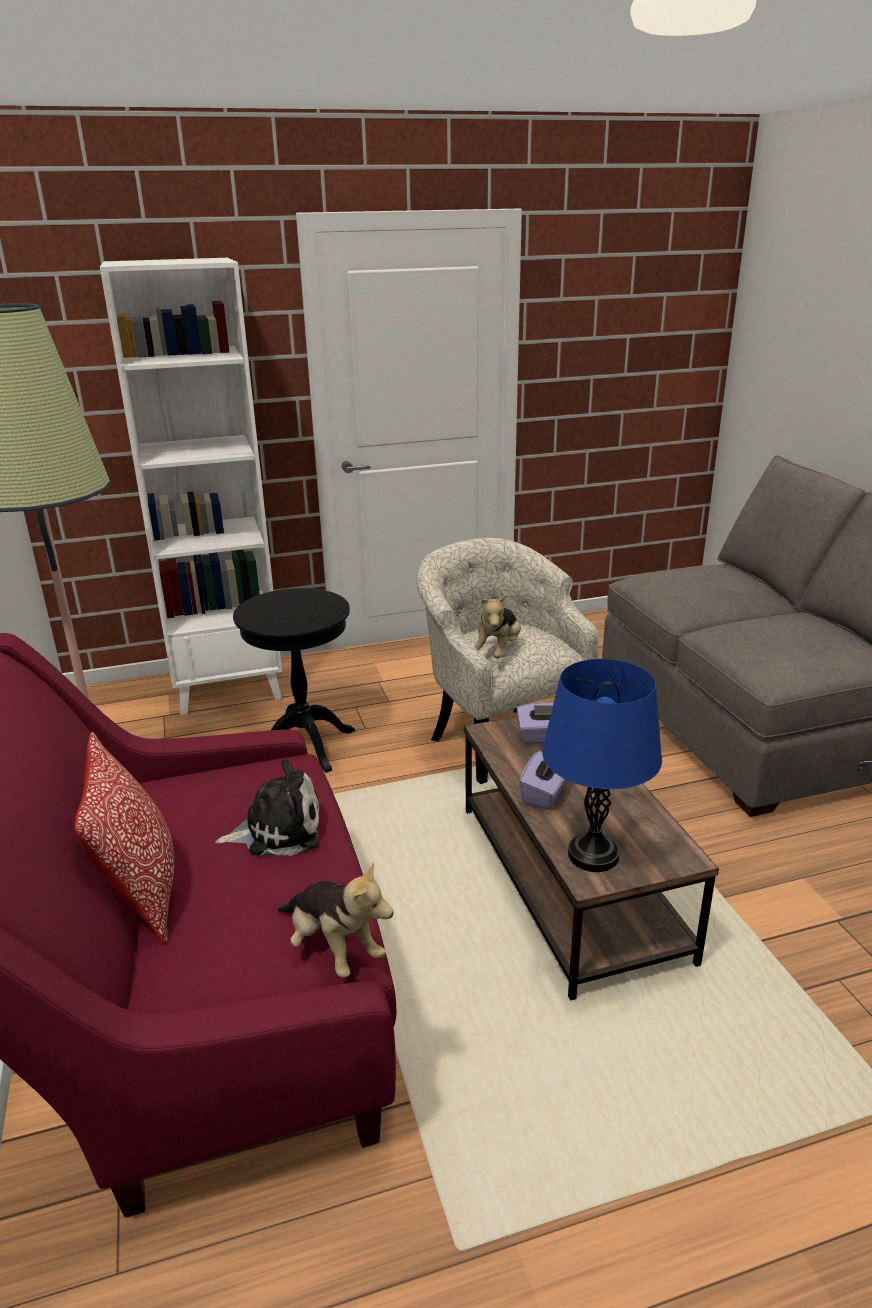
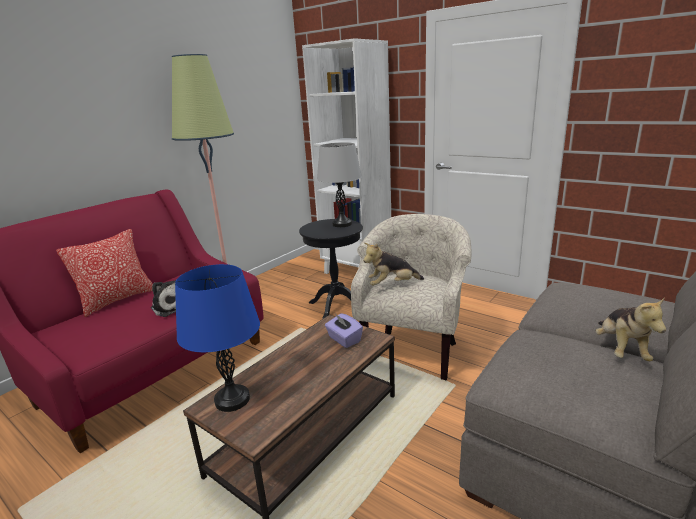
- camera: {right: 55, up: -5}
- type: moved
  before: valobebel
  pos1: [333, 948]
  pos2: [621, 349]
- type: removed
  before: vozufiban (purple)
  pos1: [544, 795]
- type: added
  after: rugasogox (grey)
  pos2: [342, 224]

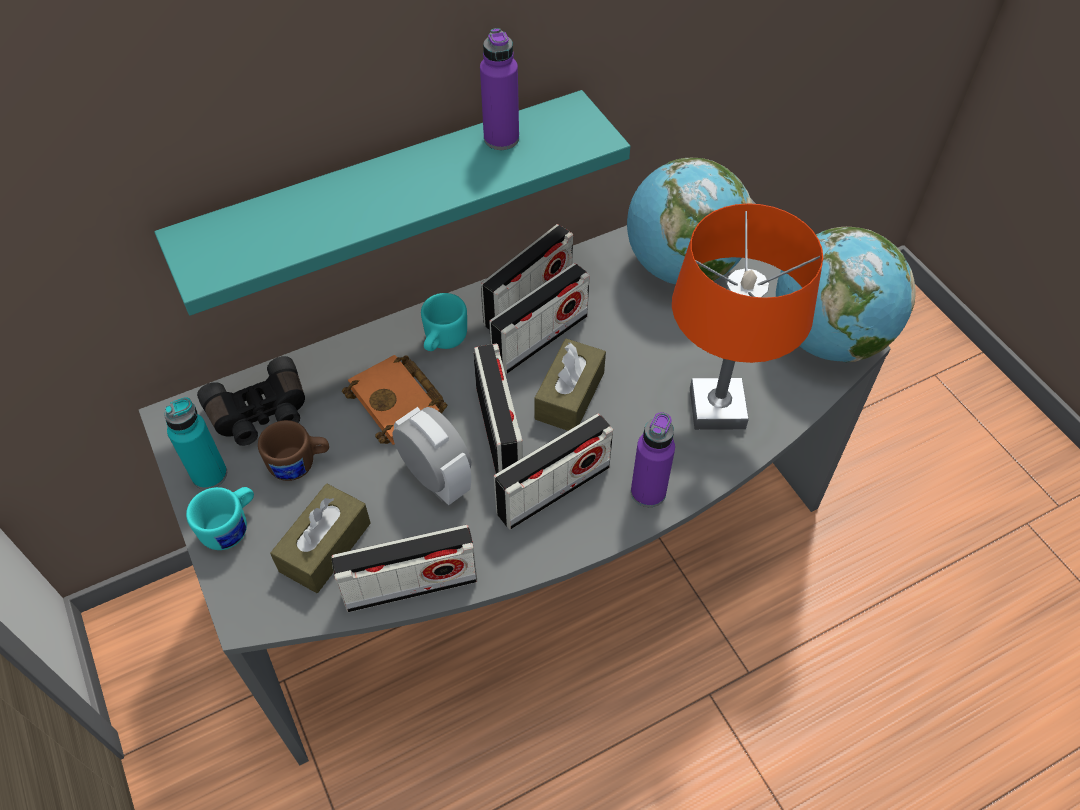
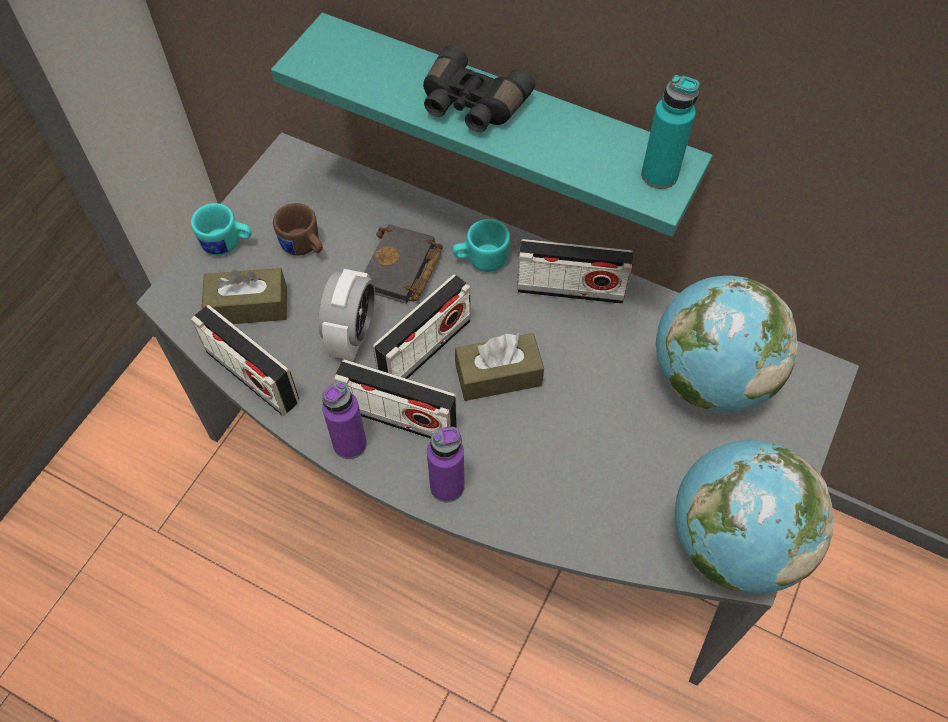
- camera: {right: 55, up: 5}
- type: moved
  before: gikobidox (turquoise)
  pos1: [209, 475]
  pos2: [659, 175]
- type: moved
  before: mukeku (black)
  pos1: [260, 414]
  pos2: [471, 105]
- type: recoloured
  before: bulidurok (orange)
  after: bulidurok (black)
  pos1: [400, 404]
  pos2: [401, 271]
- type: moved
  before: gikobidox (purple)
  pos1: [501, 139]
  pos2: [350, 444]
- type: removed
  before: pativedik
  pos1: [540, 339]
- type: removed
  before: rugasogox (orange)
  pos1: [717, 409]

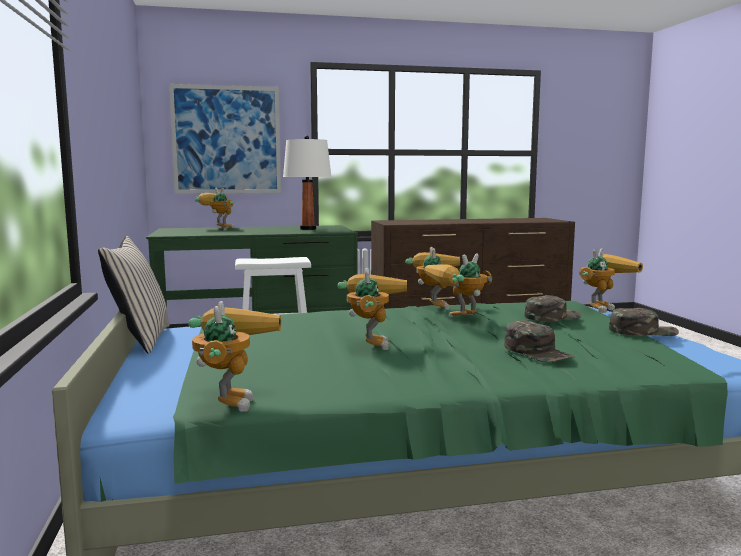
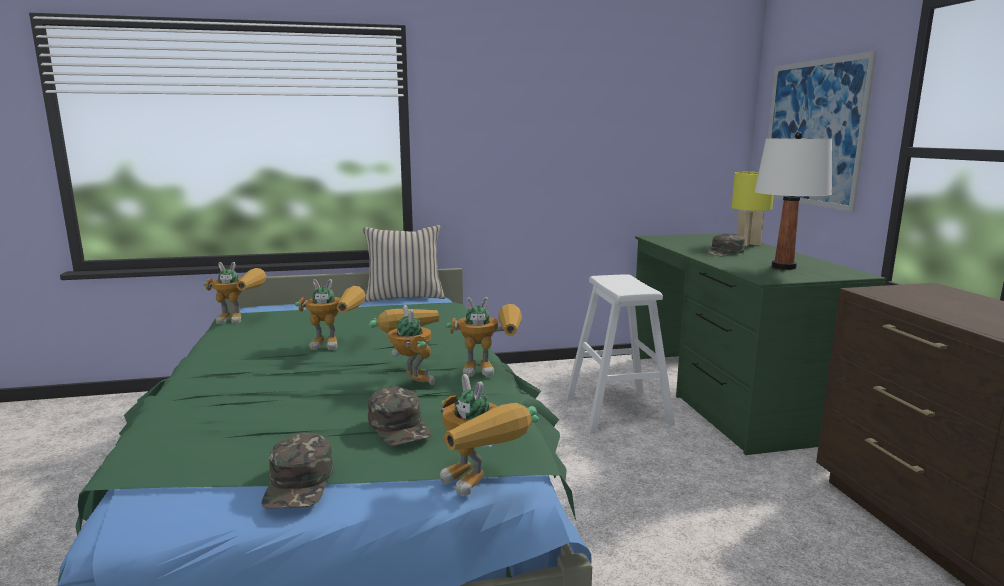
- camera: {right: 90, up: 5}
- type: replaced
  before: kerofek
  after: rugasogox (yellow)
  pos1: [217, 228]
  pos2: [748, 244]
- type: moved
  before: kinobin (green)
  pos1: [537, 352]
  pos2: [723, 252]

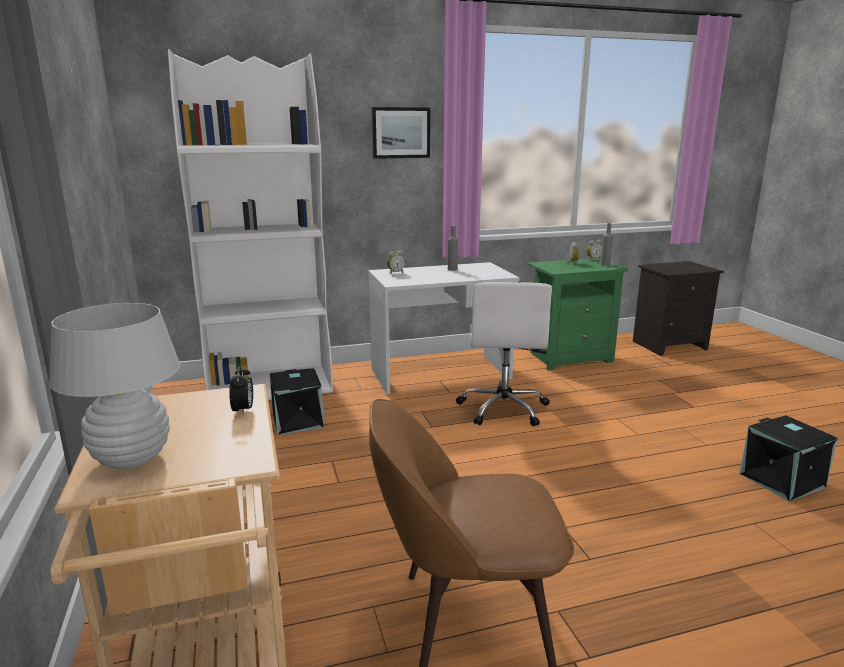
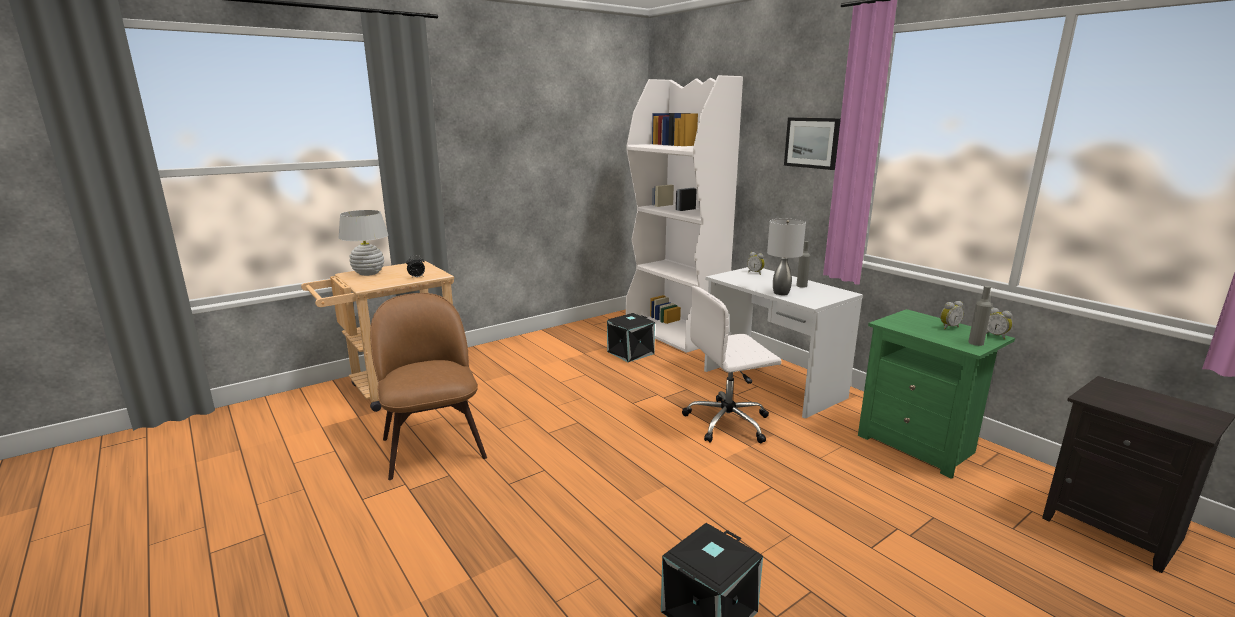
- camera: {right: 70, up: 0}
- type: added
  after: rugasogox (grey)
  pos2: [781, 293]

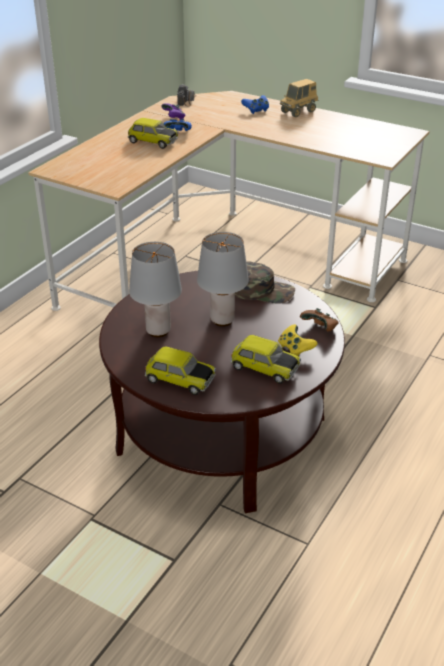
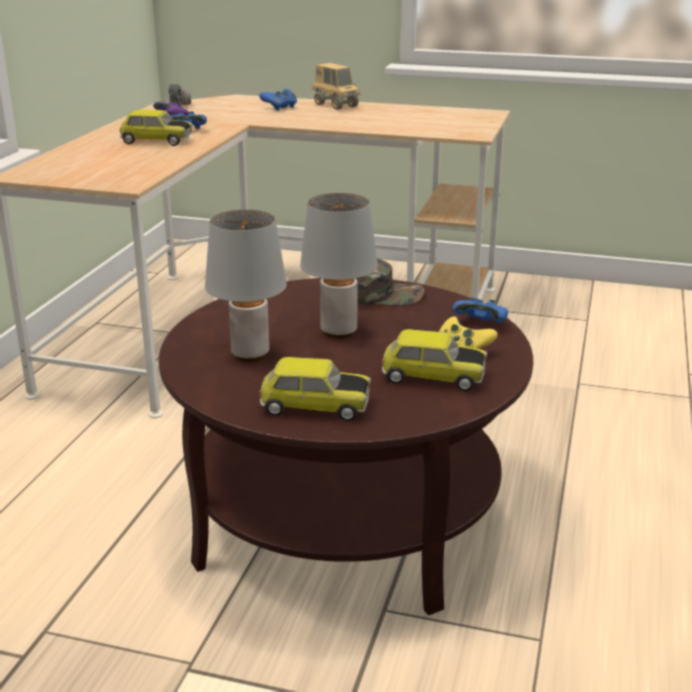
- camera: {right: -15, up: -10}
- type: turned
  before: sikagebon
  pos1: [298, 112]
  pos2: [335, 105]
  turn: -75
- type: recoloured
  before: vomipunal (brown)
  after: vomipunal (blue)
  pos1: [320, 328]
  pos2: [482, 324]

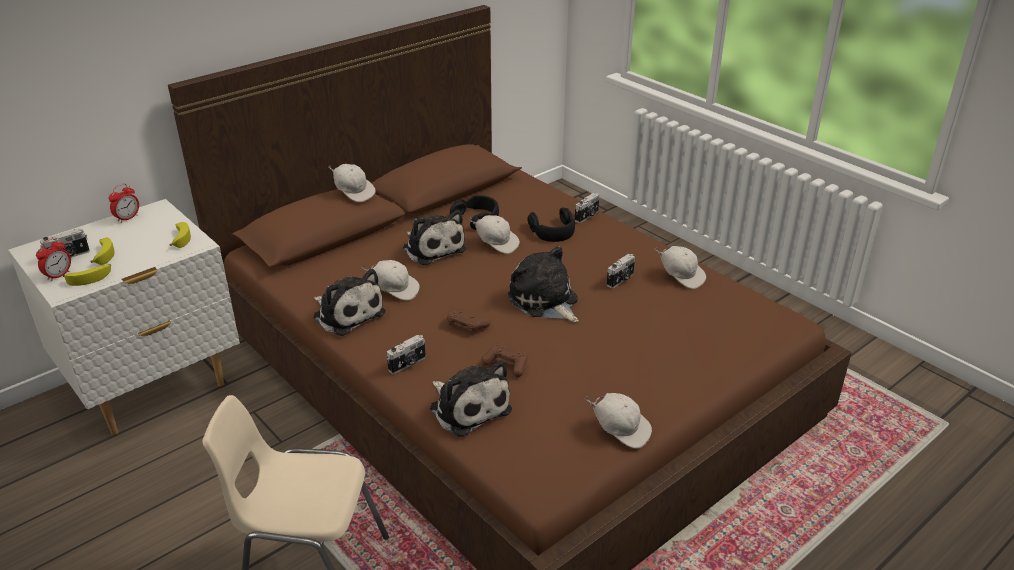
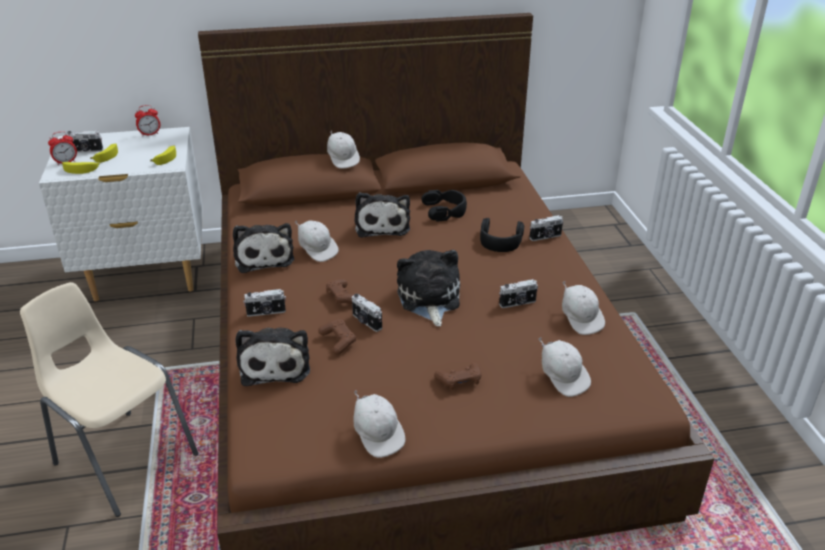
- camera: {right: 30, up: 0}
- type: moved
  before: kinobin (white)
  pos1: [496, 243]
  pos2: [562, 377]
- type: added
  after: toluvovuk
  pos2: [366, 322]
- type: added
  after: vomipunal (brown)
  pos2: [459, 381]

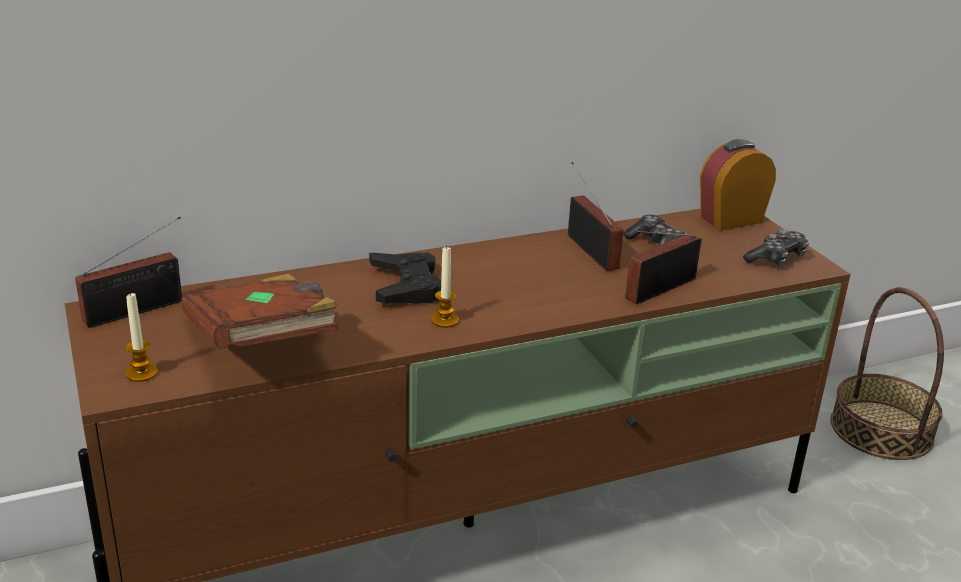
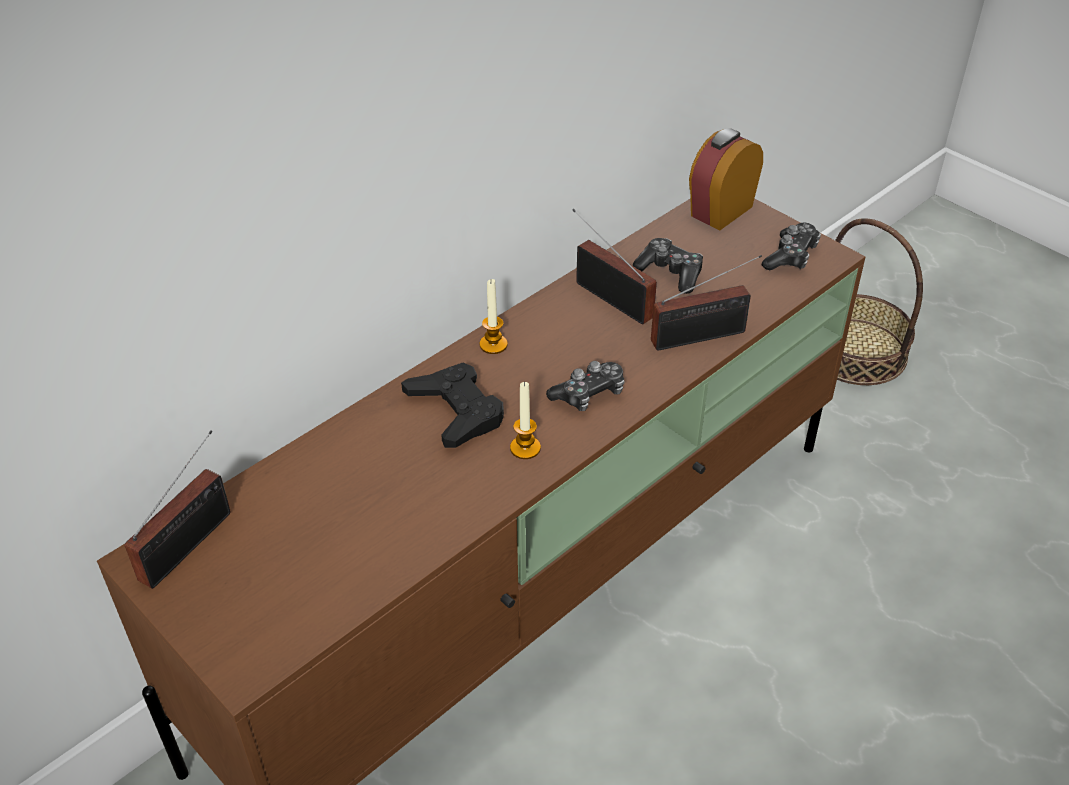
- camera: {right: -20, up: 15}
- type: moved
  before: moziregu
  pos1: [141, 373]
  pos2: [493, 345]
- type: removed
  before: bulidurok (brown)
  pos1: [263, 343]
- type: turned
  before: pativedik
  pos1: [656, 290]
  pos2: [703, 336]
  turn: -135
- type: added
  after: vomipunal
  pos2: [589, 394]

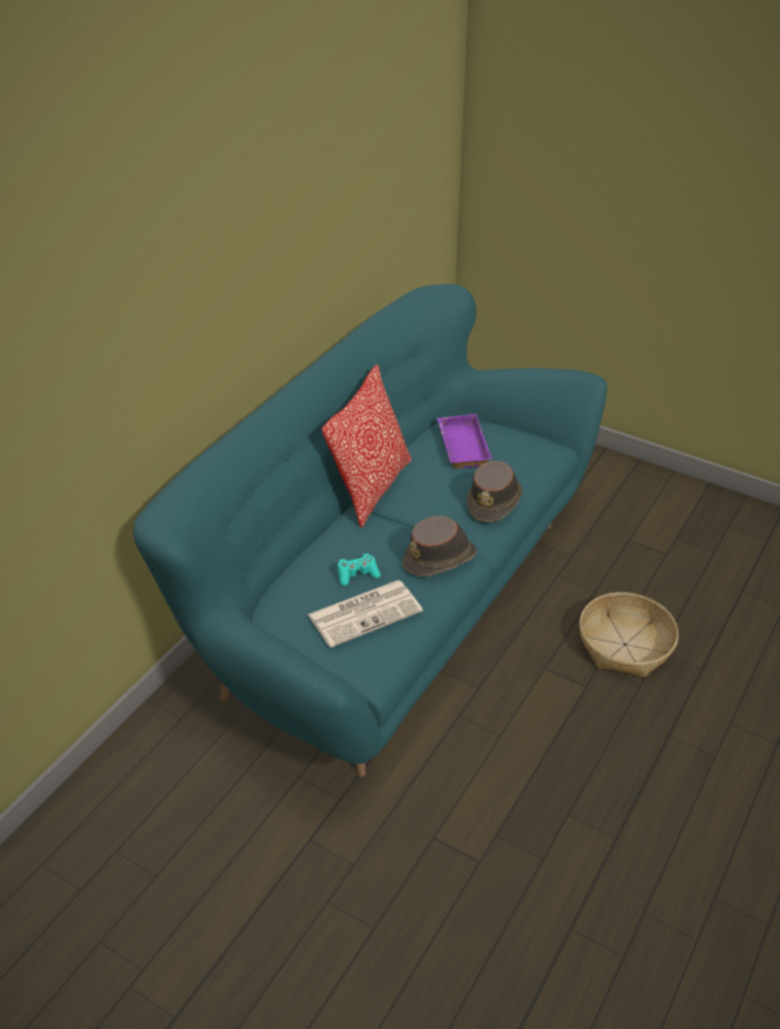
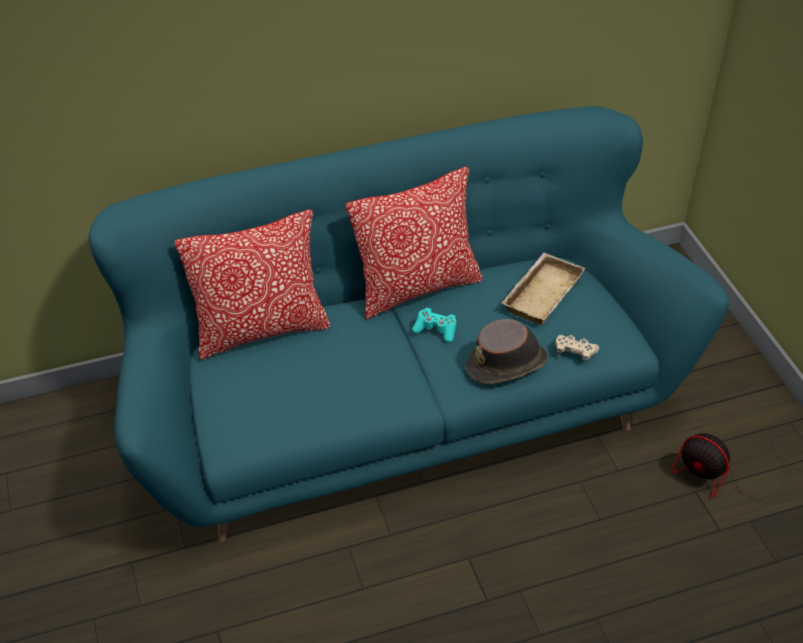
- camera: {right: 40, up: 5}
- type: removed
  before: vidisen
  pos1: [365, 612]
- type: moved
  before: vomipunal (turquoise)
  pos1: [357, 574]
  pos2: [435, 329]
- type: removed
  before: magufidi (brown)
  pos1: [440, 558]
- type: recoloured
  before: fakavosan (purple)
  after: fakavosan (beige)
  pos1: [461, 446]
  pos2: [541, 292]
- type: removed
  before: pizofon
  pos1: [625, 644]
- type: added
  after: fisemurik
  pos2: [261, 330]
- type: added
  after: vomipunal (beige)
  pos2: [574, 352]
- type: added
  after: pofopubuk
  pos2: [724, 475]

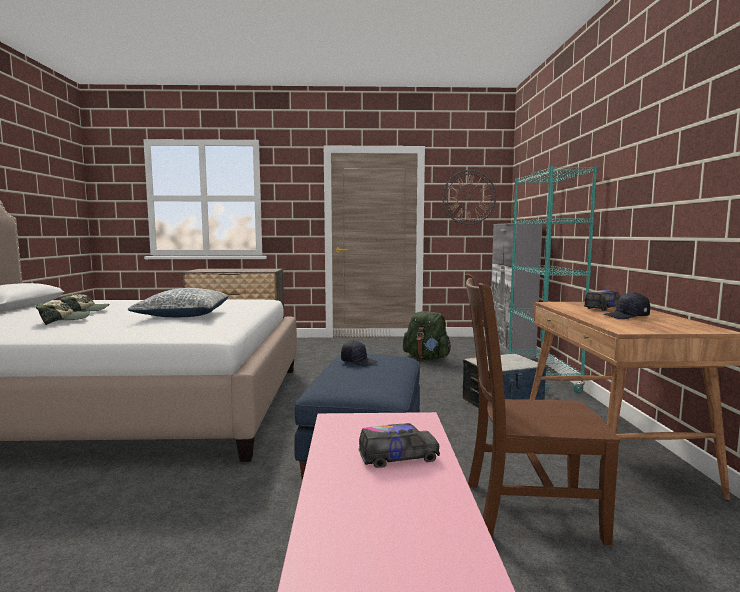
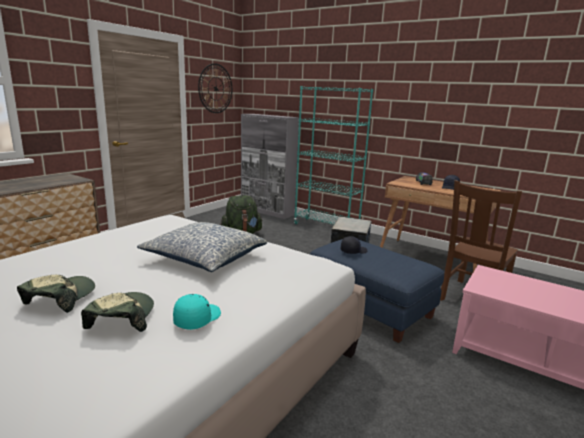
- camera: {right: -55, up: 10}
- type: removed
  before: sikagebon
  pos1: [398, 457]
- type: added
  after: kinobin (turquoise)
  pos2: [197, 319]

